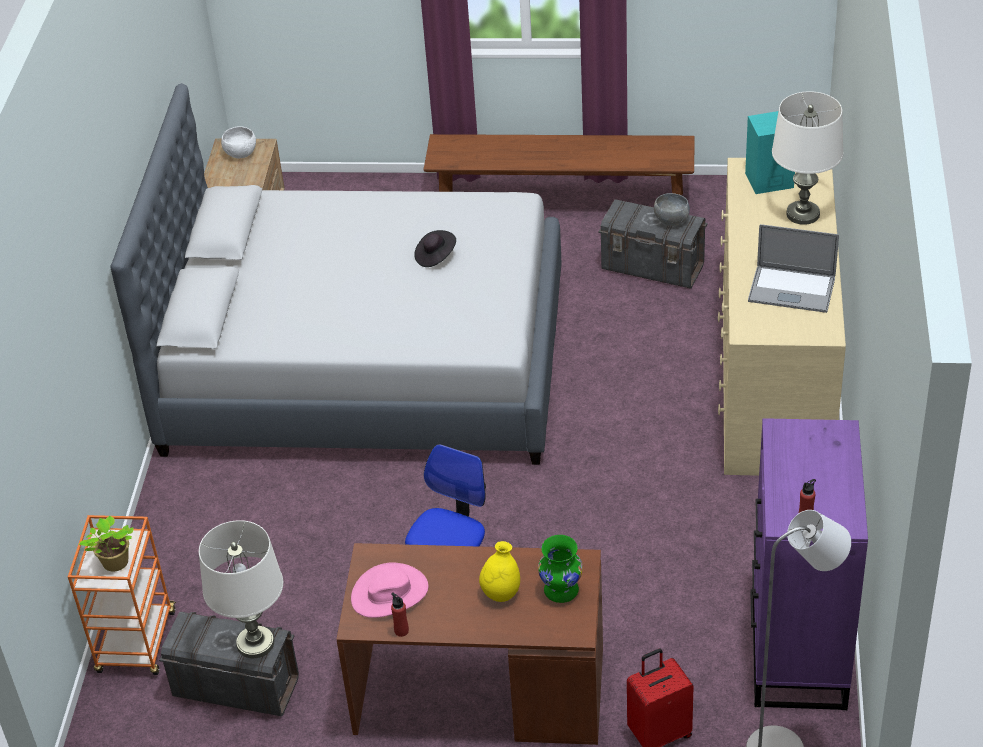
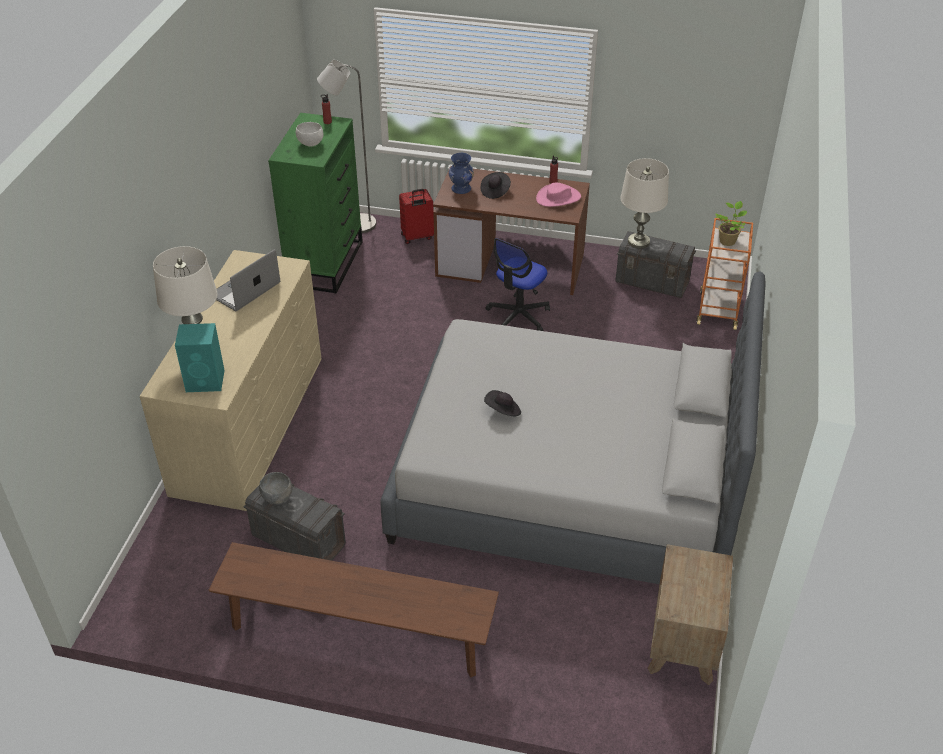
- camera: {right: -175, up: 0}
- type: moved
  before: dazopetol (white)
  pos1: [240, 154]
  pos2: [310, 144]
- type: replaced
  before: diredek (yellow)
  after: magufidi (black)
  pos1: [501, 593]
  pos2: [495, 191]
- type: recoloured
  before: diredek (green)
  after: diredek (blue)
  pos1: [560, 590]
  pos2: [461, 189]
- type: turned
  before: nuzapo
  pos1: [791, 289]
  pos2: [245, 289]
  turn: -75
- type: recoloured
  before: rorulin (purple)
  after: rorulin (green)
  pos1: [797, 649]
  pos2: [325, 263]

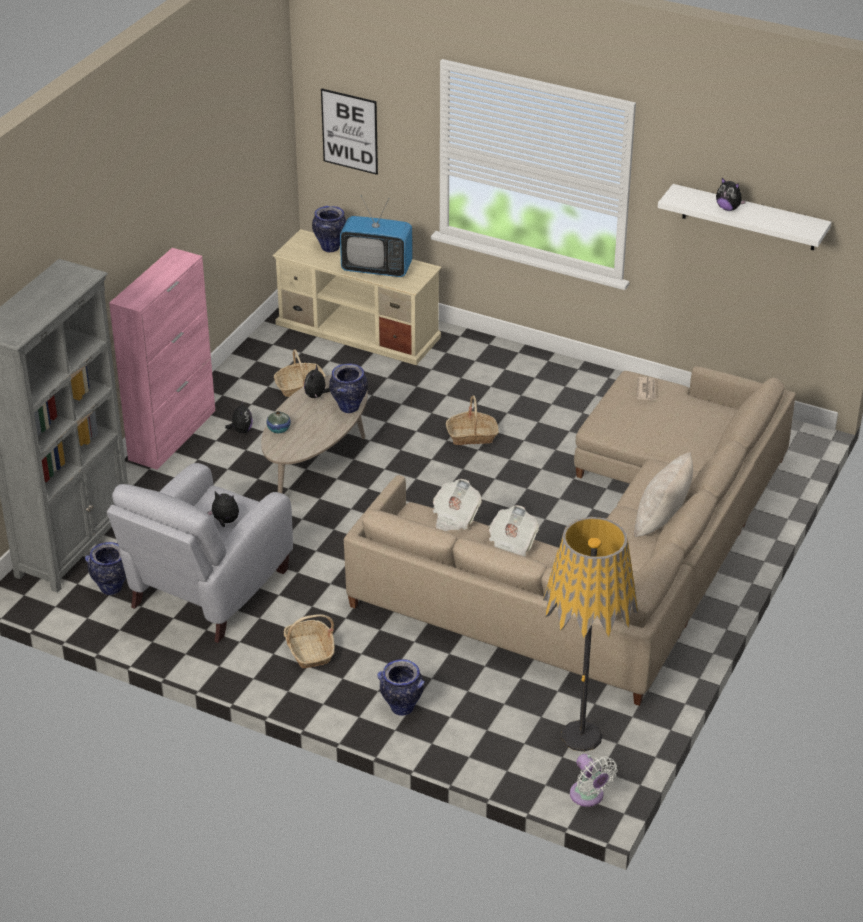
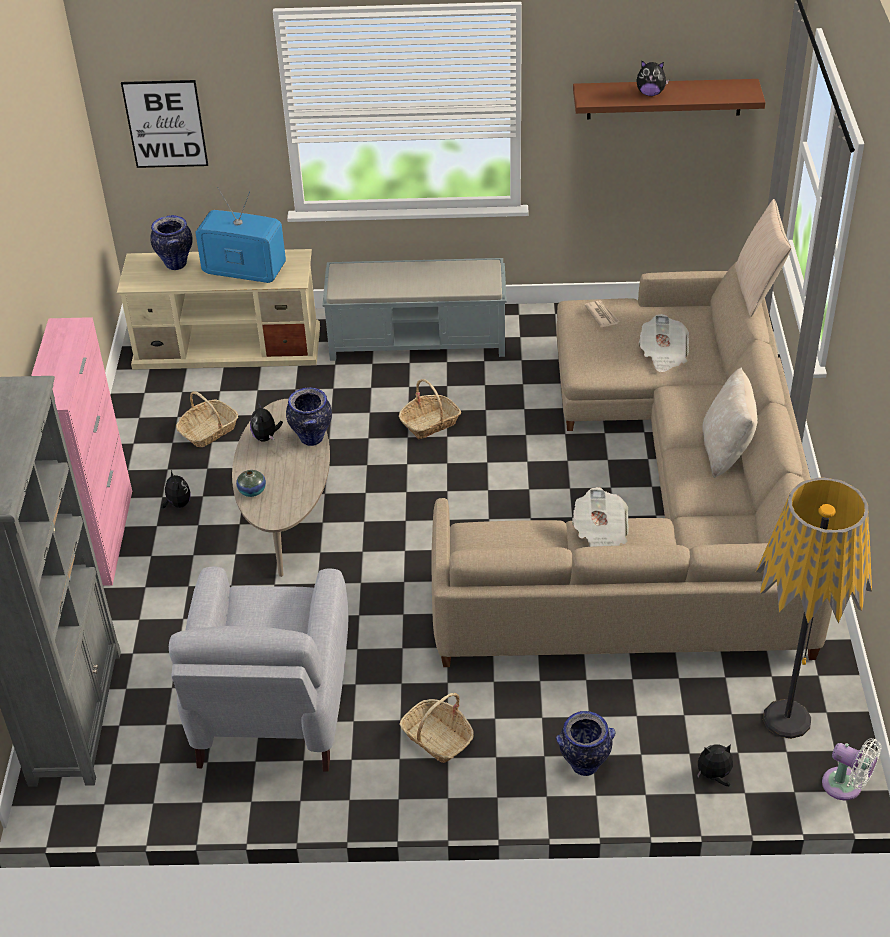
- camera: {right: -25, up: 5}
- type: removed
  before: diredek
  pos1: [111, 588]
- type: moved
  before: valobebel
  pos1: [225, 522]
  pos2: [714, 776]
- type: turned
  before: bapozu
  pos1: [377, 268]
  pos2: [244, 271]
  turn: -150
- type: moved
  before: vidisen
  pos1: [454, 517]
  pos2: [663, 355]
- type: recoloured
  before: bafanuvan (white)
  after: bafanuvan (brown)
  pos1: [749, 218]
  pos2: [664, 99]
- type: added
  after: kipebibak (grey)
  pos2: [419, 340]
- type: added
  after: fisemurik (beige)
  pos2: [757, 290]

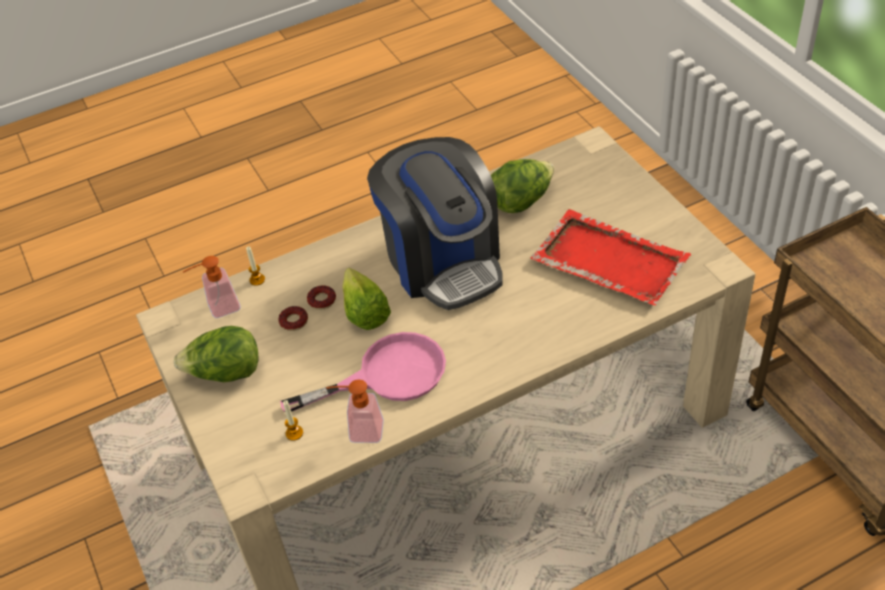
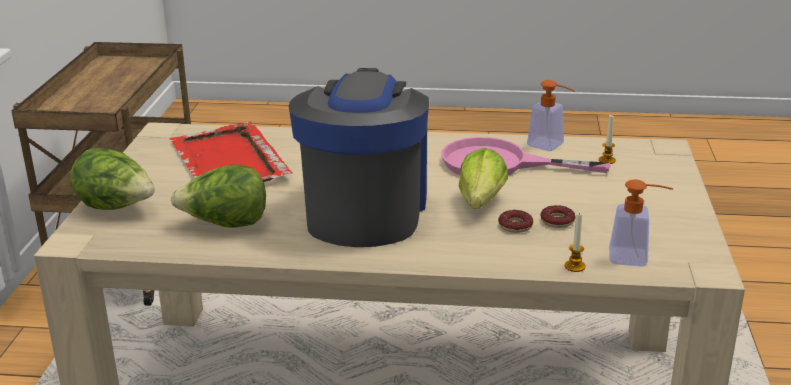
- camera: {right: -150, up: -20}
- type: moved
  before: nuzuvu
  pos1: [225, 373]
  pos2: [117, 208]

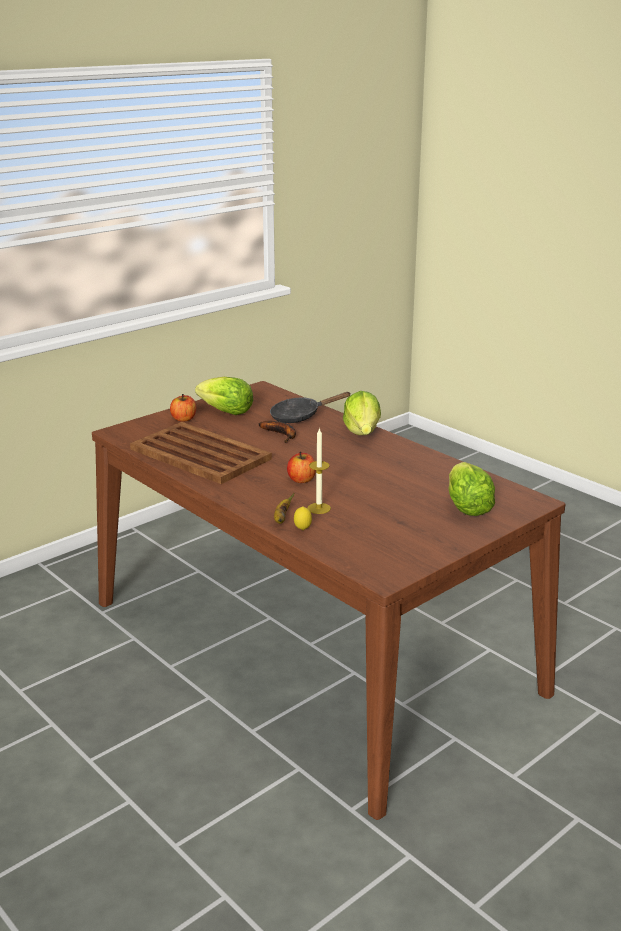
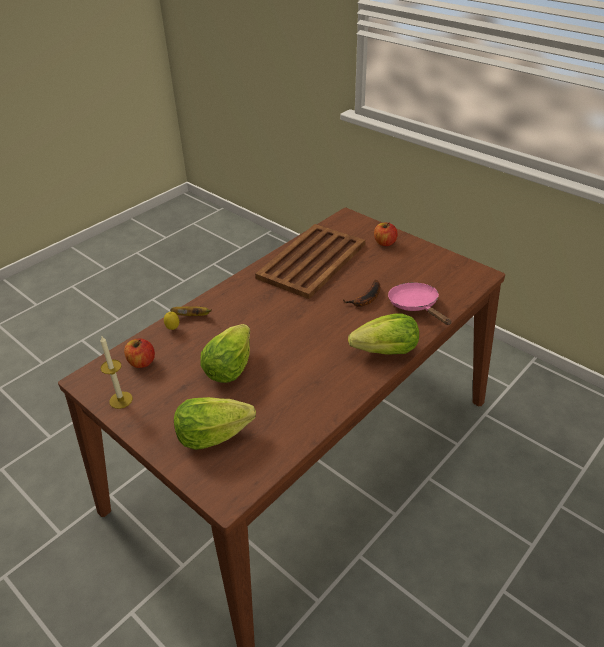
- camera: {right: 85, up: 15}
- type: moved
  before: nuzuvu
  pos1: [226, 412]
  pos2: [229, 368]
- type: recoloured
  before: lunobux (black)
  after: lunobux (pink)
  pos1: [300, 416]
  pos2: [416, 306]
- type: moved
  before: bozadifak
  pos1: [301, 480]
  pos2: [141, 362]
- type: moved
  before: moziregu
  pos1: [319, 508]
  pos2: [121, 400]

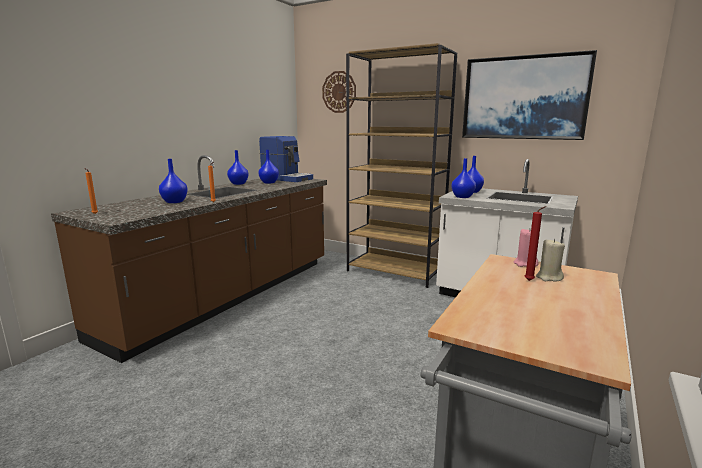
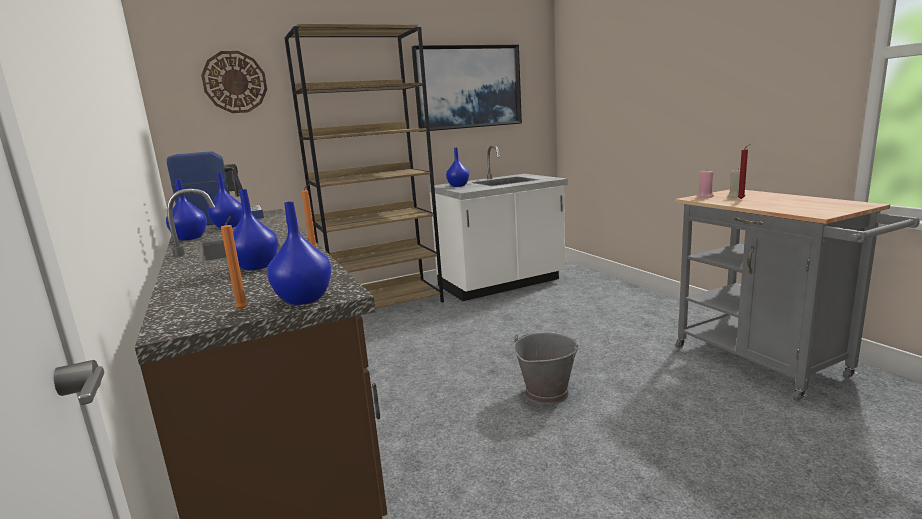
- camera: {right: -55, up: 0}
- type: moved
  before: diredek (blue)
  pos1: [462, 197]
  pos2: [303, 299]
- type: added
  after: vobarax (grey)
  pos2: [546, 393]

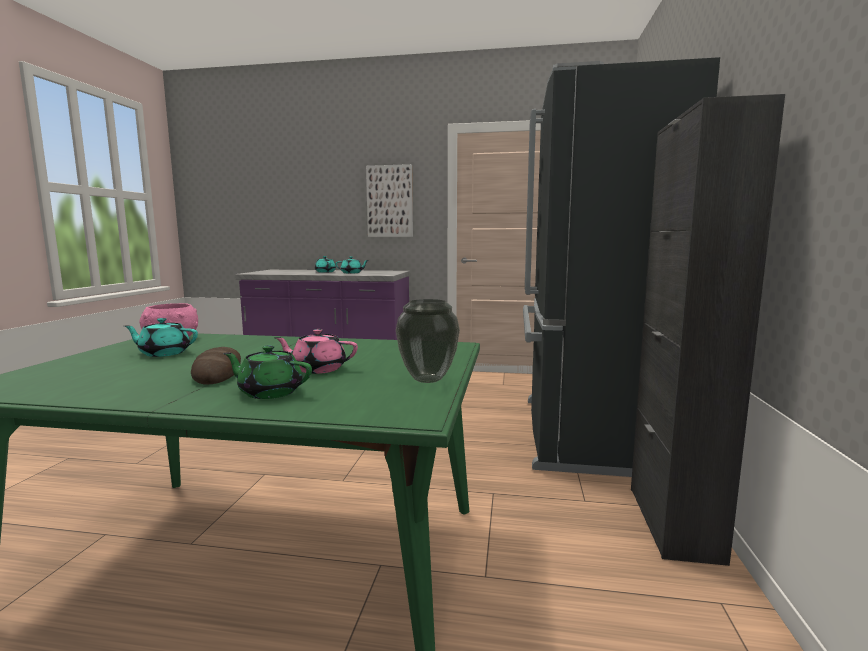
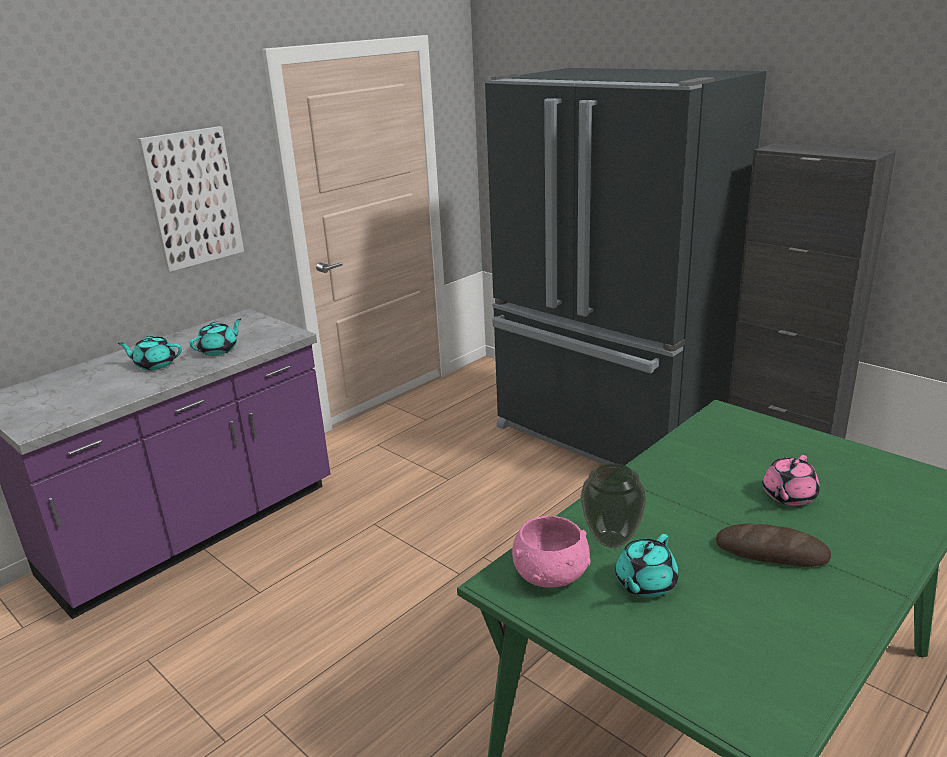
- camera: {right: -55, up: 15}
- type: removed
  before: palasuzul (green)
  pos1: [269, 392]
- type: moved
  before: diredek
  pos1: [427, 379]
  pos2: [610, 540]

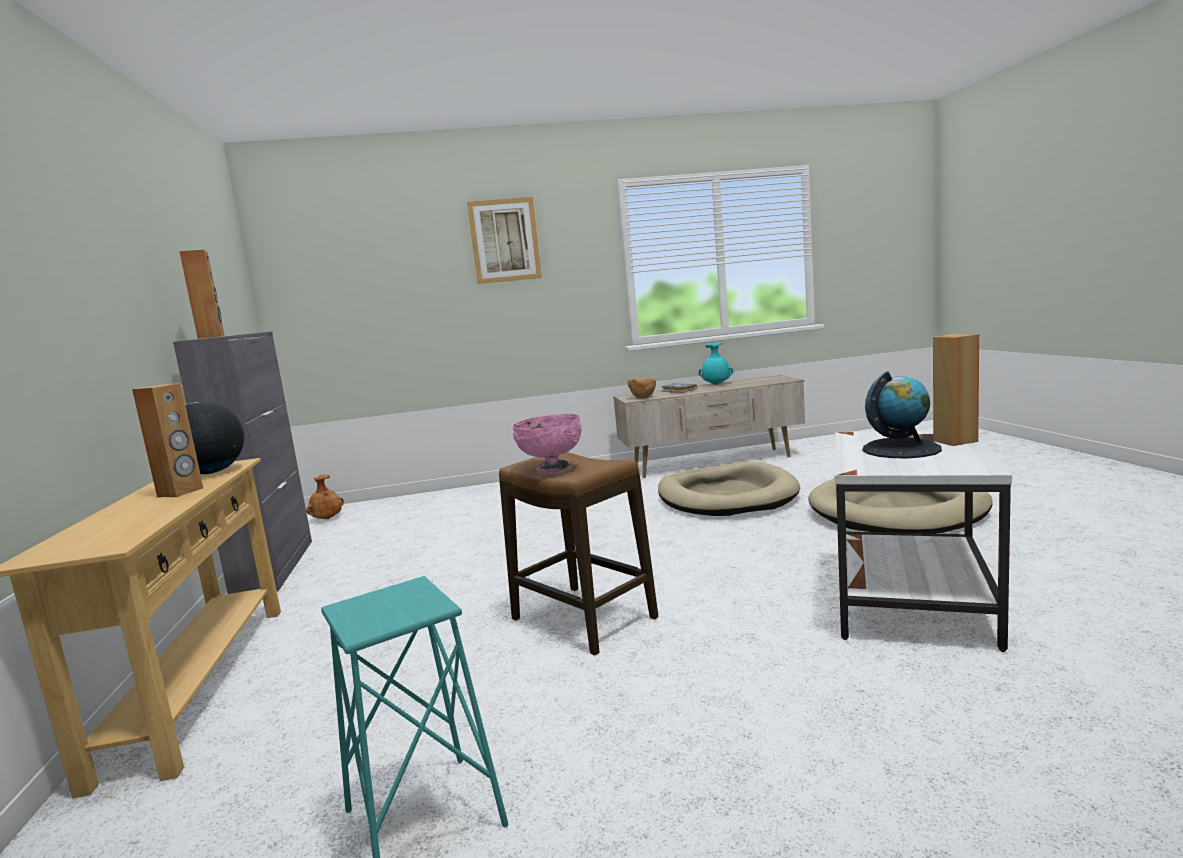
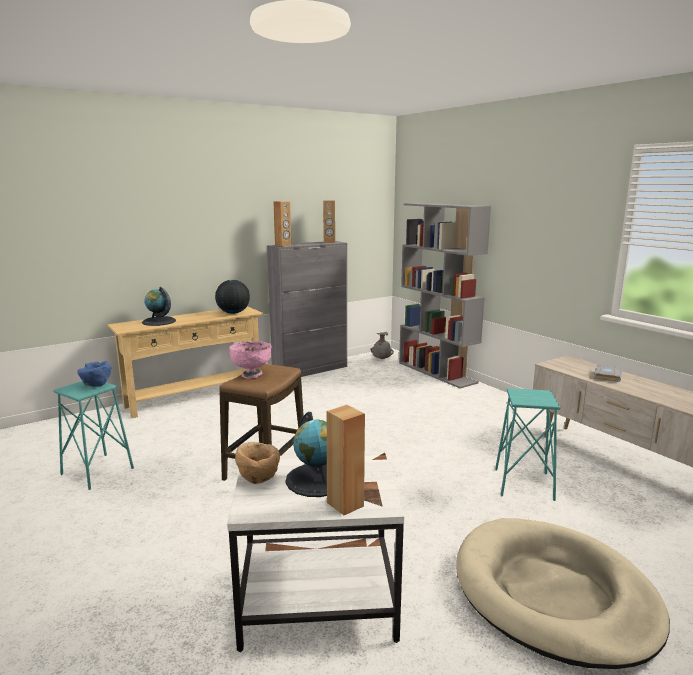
- camera: {right: 65, up: 5}
- type: moved
  before: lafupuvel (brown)
  pos1: [181, 492]
  pos2: [329, 242]
- type: recoloured
  before: diredek (brown)
  after: diredek (grey)
  pos1: [327, 519]
  pos2: [382, 359]
- type: removed
  before: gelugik
  pos1: [504, 240]
- type: moved
  before: dazopetol (brown)
  pos1: [642, 398]
  pos2: [259, 479]
- type: replaced
  before: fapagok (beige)
  after: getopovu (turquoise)
  pos1: [726, 496]
  pos2: [524, 484]
- type: removed
  before: diredek (turquoise)
  pos1: [716, 384]
- type: added
  after: dazopetol (blue)
  pos2: [96, 385]
- type: added
  after: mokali
  pos2: [158, 321]
- type: added
  after: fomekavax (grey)
  pos2: [437, 372]

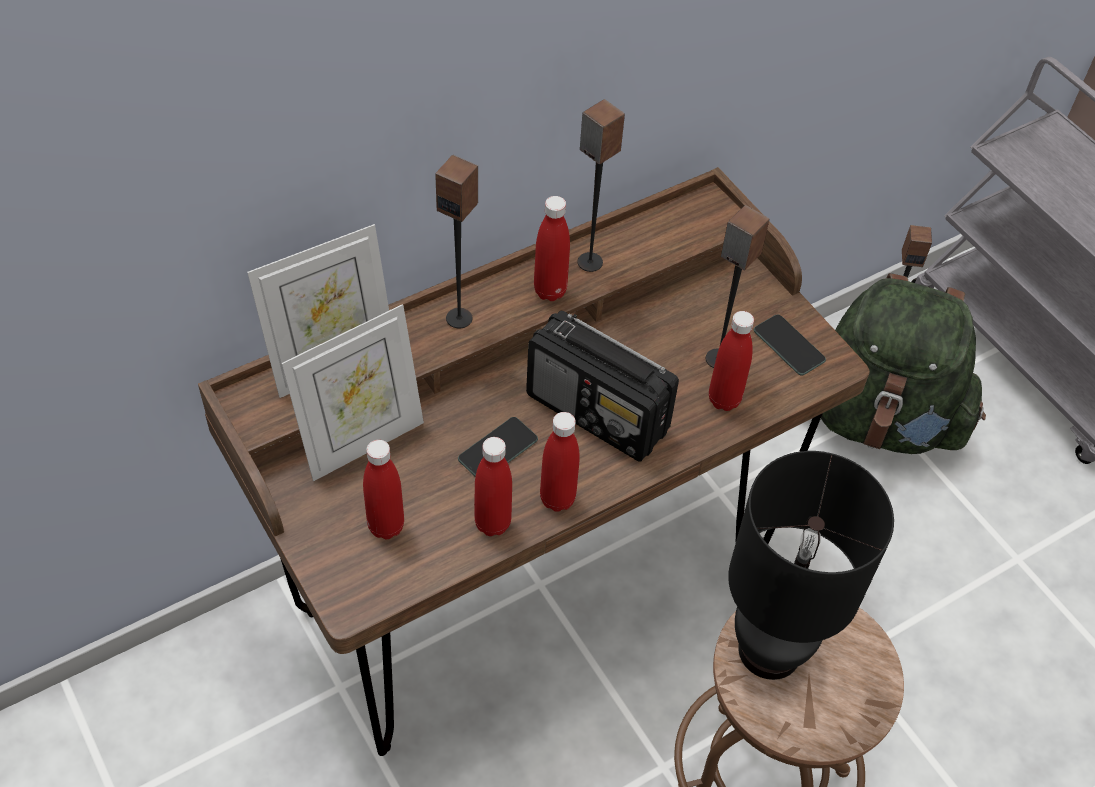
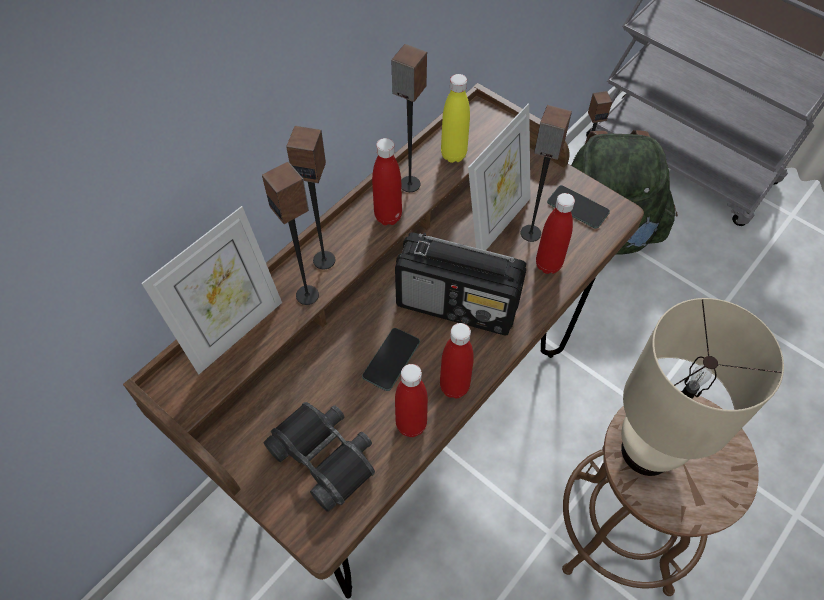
- camera: {right: -15, up: 5}
- type: moved
  before: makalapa
  pos1: [362, 442]
  pos2: [496, 223]
- type: replaced
  before: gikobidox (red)
  after: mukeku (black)
  pos1: [386, 526]
  pos2: [325, 456]
- type: recoloured
  before: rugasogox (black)
  after: rugasogox (beige)
  pos1: [768, 649]
  pos2: [645, 451]
- type: added
  after: lafupuvel
  pos2: [308, 295]
- type: added
  after: gikobidox (yellow)
  pos2: [453, 155]

